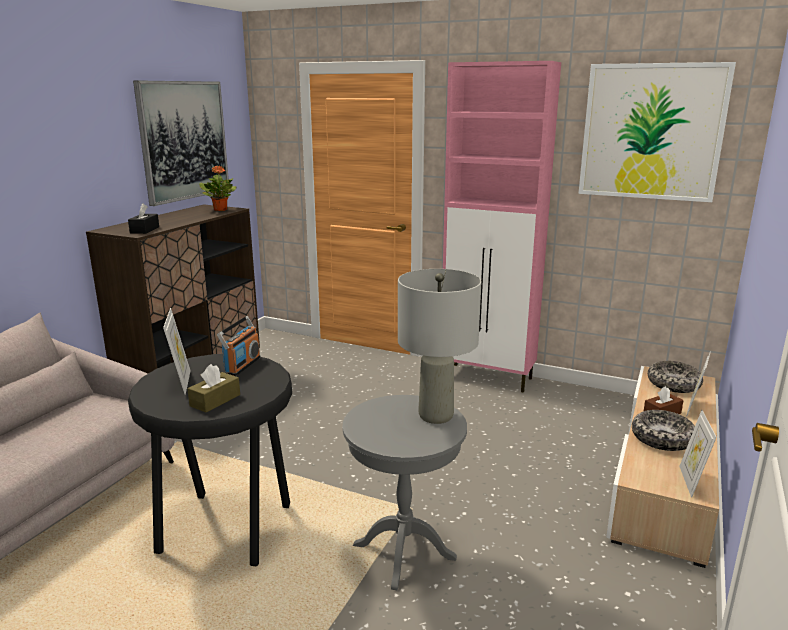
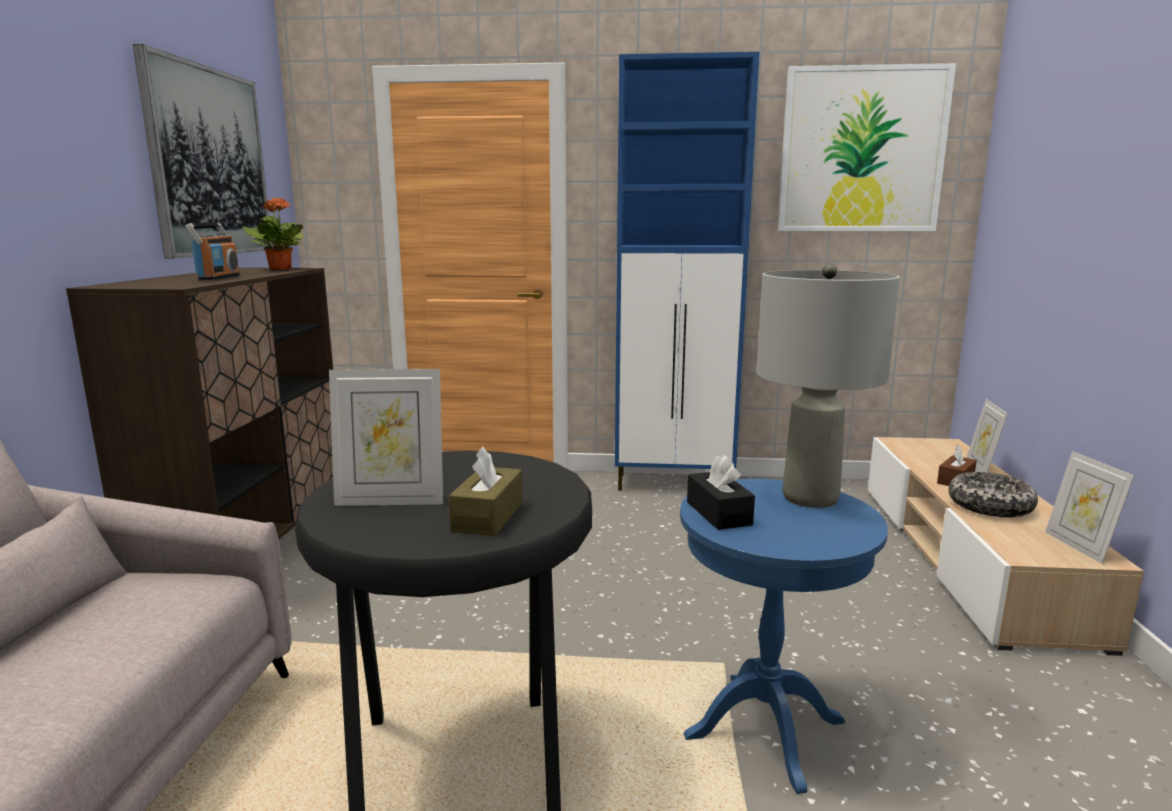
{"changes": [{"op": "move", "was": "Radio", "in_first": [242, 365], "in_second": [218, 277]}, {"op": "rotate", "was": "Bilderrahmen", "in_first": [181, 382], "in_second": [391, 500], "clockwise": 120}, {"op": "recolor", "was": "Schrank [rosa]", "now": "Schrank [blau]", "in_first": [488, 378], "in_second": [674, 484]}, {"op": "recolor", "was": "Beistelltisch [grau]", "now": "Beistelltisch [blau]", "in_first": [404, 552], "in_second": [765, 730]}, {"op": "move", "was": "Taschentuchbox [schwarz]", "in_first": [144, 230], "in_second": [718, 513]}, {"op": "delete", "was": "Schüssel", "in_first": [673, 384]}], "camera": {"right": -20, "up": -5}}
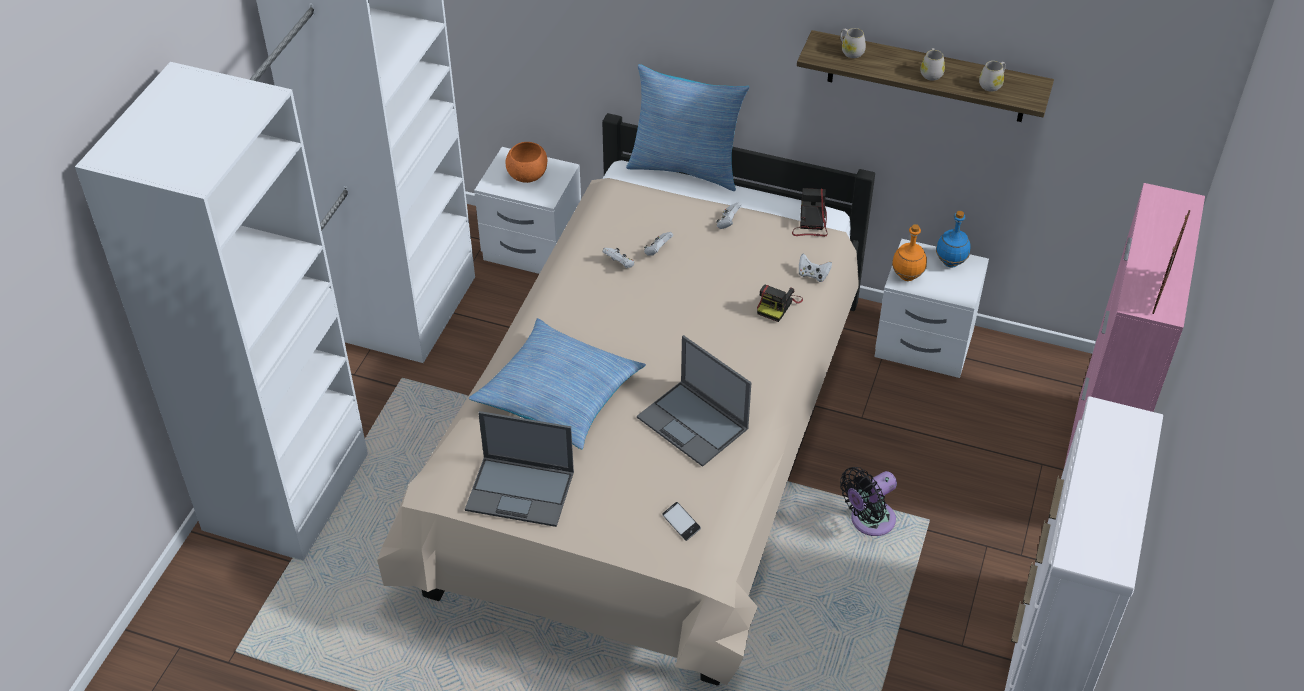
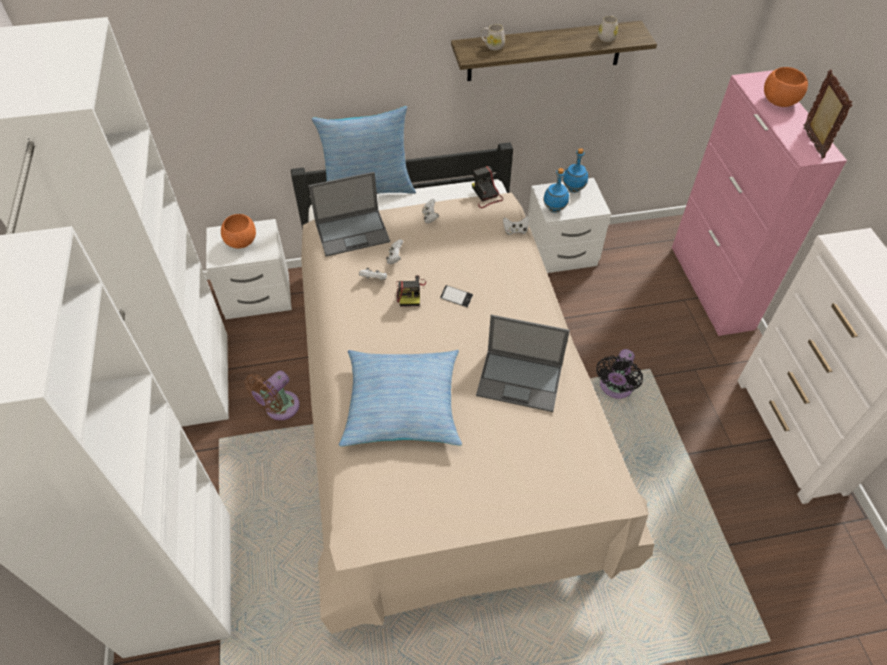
{"changes": [{"op": "insert", "now": "Ventilator [braun]", "in_second": [279, 408]}, {"op": "move", "was": "Laptop", "in_first": [521, 491], "in_second": [353, 232]}, {"op": "move", "was": "Kamera", "in_first": [778, 305], "in_second": [410, 292]}, {"op": "move", "was": "Handy", "in_first": [681, 523], "in_second": [456, 298]}, {"op": "recolor", "was": "Flasche [orange]", "now": "Flasche [blau]", "in_first": [906, 276], "in_second": [554, 209]}, {"op": "insert", "now": "Schüssel [orange]", "in_second": [779, 102]}, {"op": "delete", "was": "Henkelbecher [weiß]", "in_first": [931, 73]}], "camera": {"right": -30, "up": 5}}
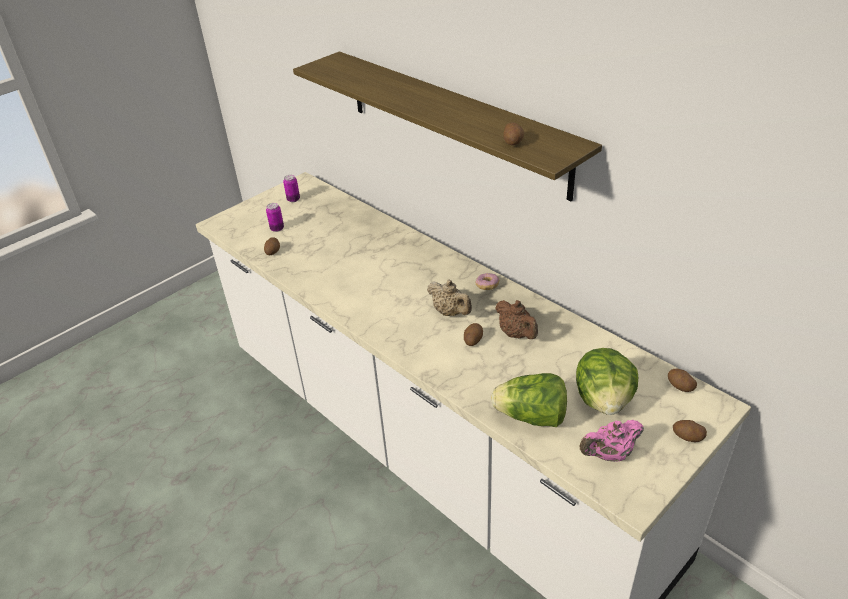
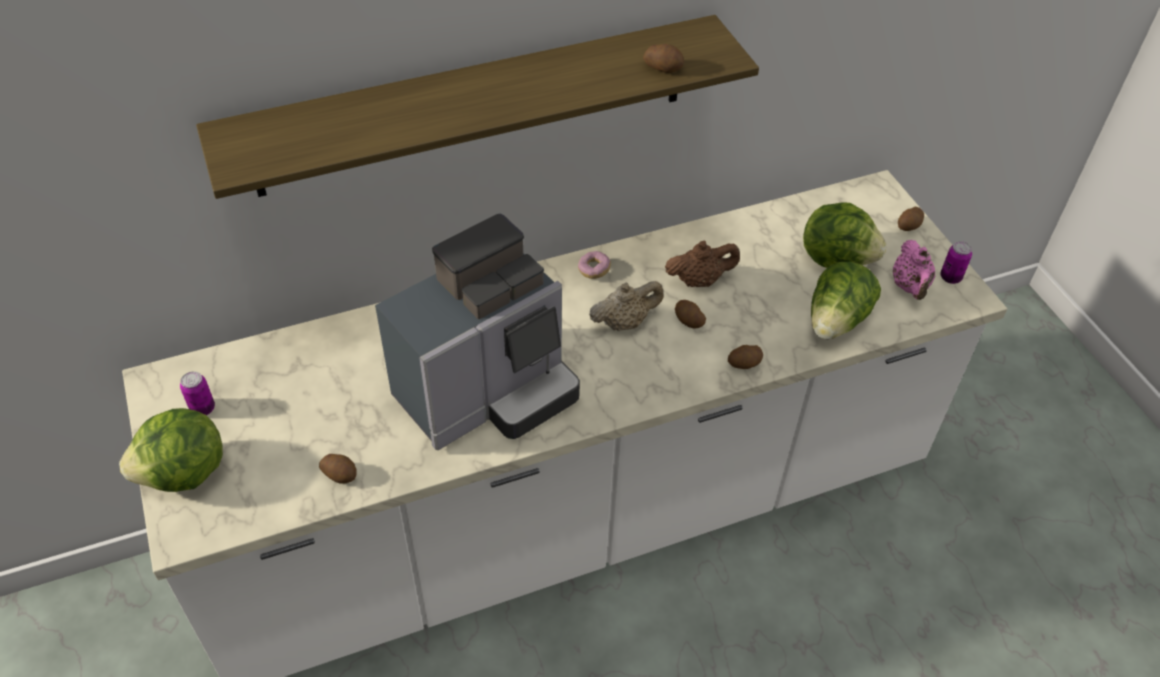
{"changes": [{"op": "insert", "now": "Salatkopf", "in_second": [185, 474]}, {"op": "insert", "now": "Kaffeemaschine", "in_second": [488, 392]}, {"op": "move", "was": "Kartoffel", "in_first": [679, 386], "in_second": [744, 364]}, {"op": "move", "was": "Dose", "in_first": [277, 228], "in_second": [950, 277]}], "camera": {"right": -70, "up": 10}}
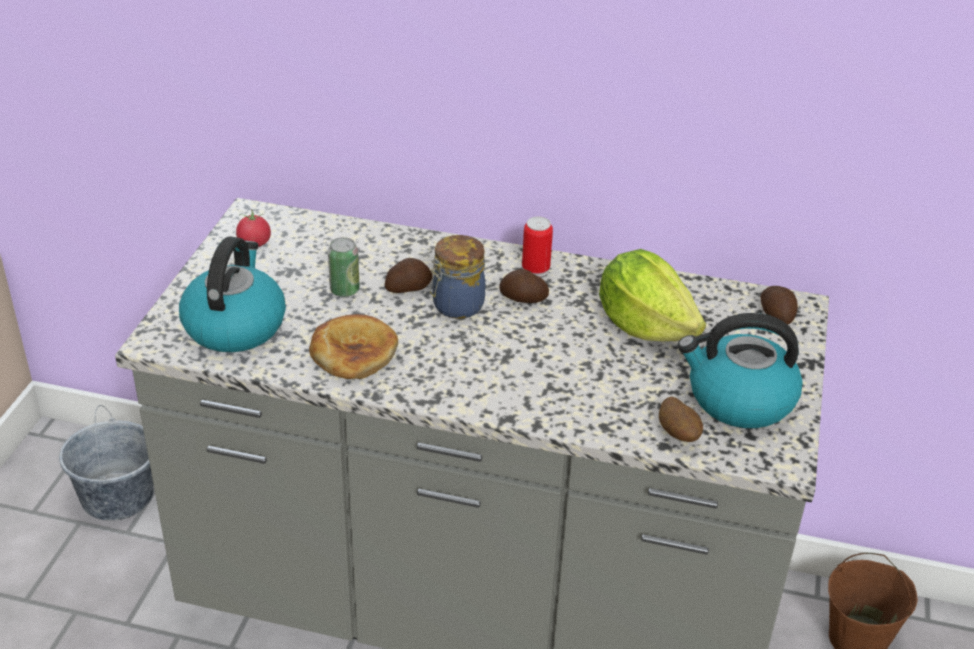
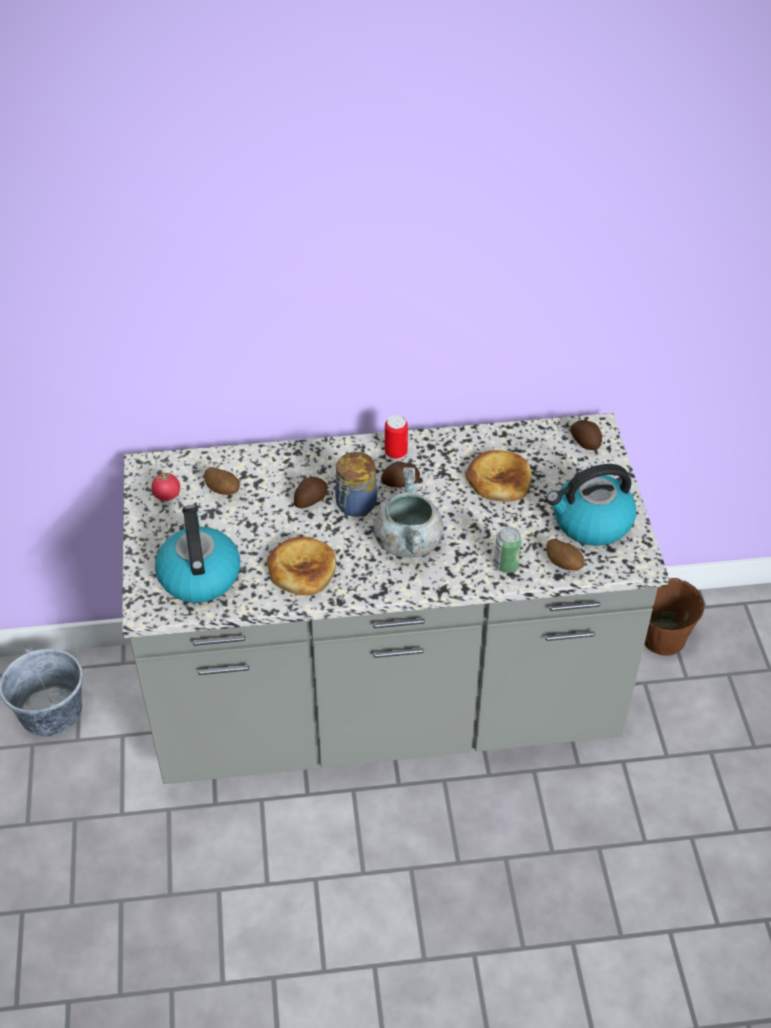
{"changes": [{"op": "insert", "now": "Kartoffel", "in_second": [223, 490]}, {"op": "insert", "now": "Kochtopf [grau]", "in_second": [408, 541]}, {"op": "replace", "was": "Salatkopf", "now": "Brot", "in_first": [645, 326], "in_second": [499, 479]}, {"op": "move", "was": "Dose", "in_first": [344, 290], "in_second": [506, 565]}], "camera": {"right": -20, "up": 10}}
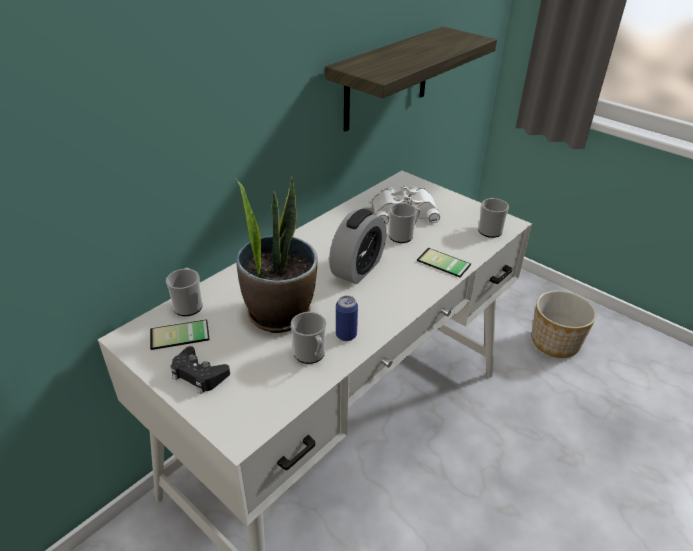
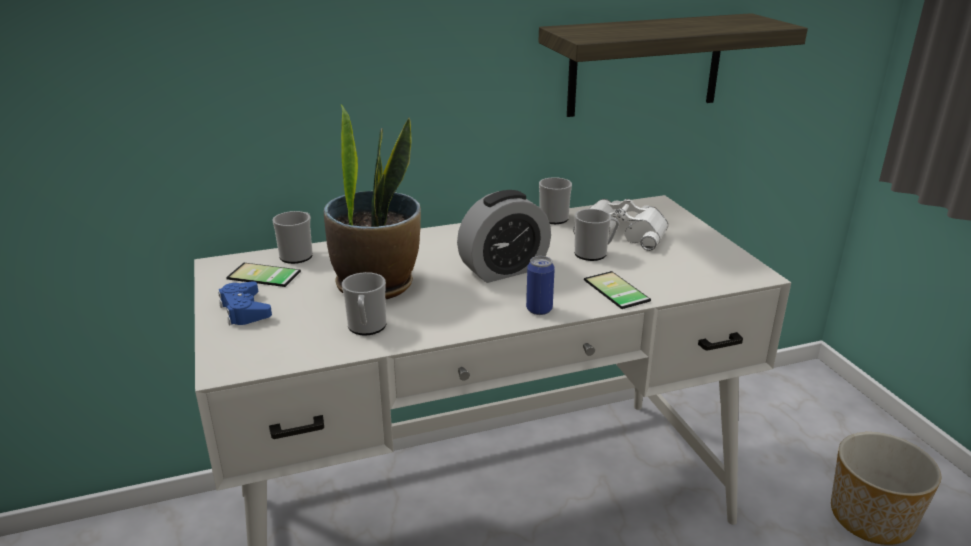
{"changes": [{"op": "recolor", "was": "Gamepad [schwarz]", "now": "Gamepad [blau]", "in_first": [199, 374], "in_second": [245, 310]}, {"op": "move", "was": "Dose", "in_first": [346, 335], "in_second": [539, 309]}, {"op": "move", "was": "Henkelbecher", "in_first": [489, 229], "in_second": [555, 217]}], "camera": {"right": 30, "up": -10}}
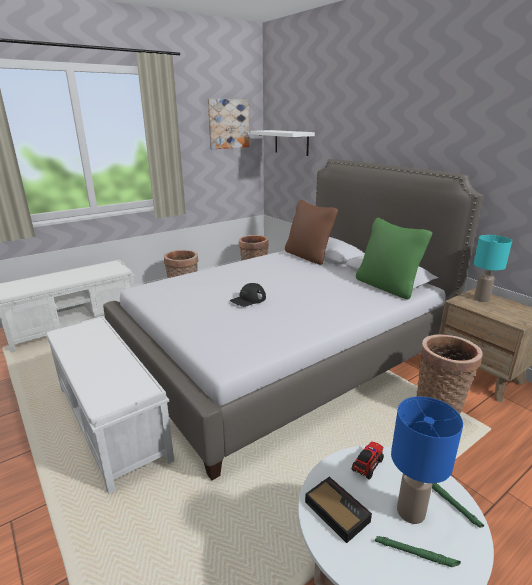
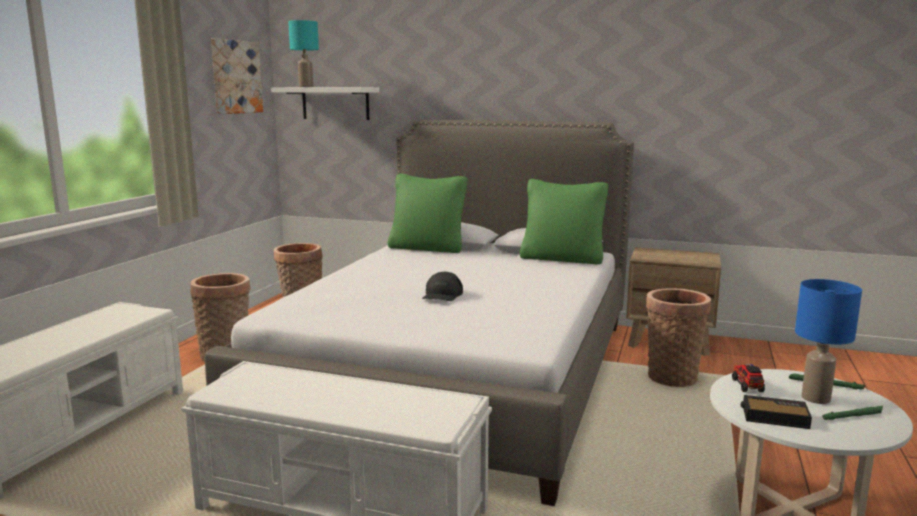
{"changes": [{"op": "move", "was": "Tischlampe [türkis]", "in_first": [482, 299], "in_second": [306, 87]}, {"op": "recolor", "was": "Kissen [braun]", "now": "Kissen [grün]", "in_first": [308, 256], "in_second": [427, 248]}], "camera": {"right": -35, "up": -10}}
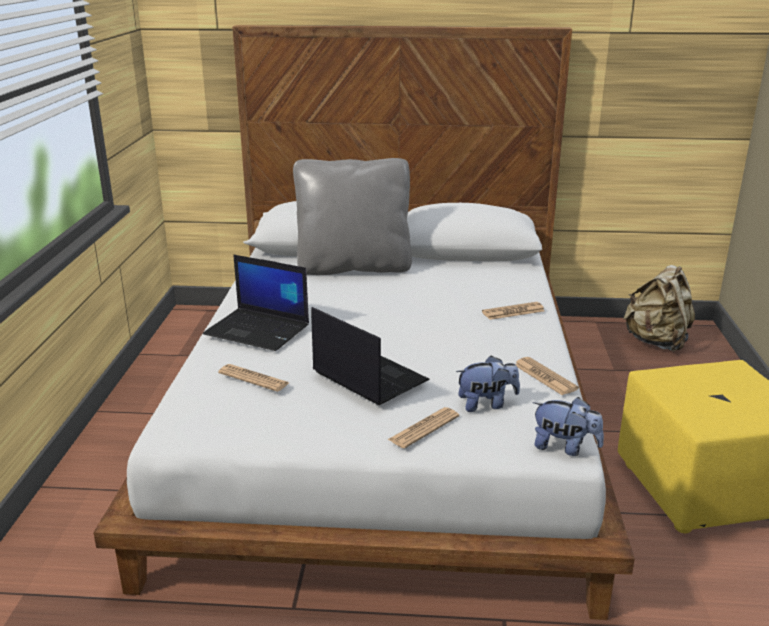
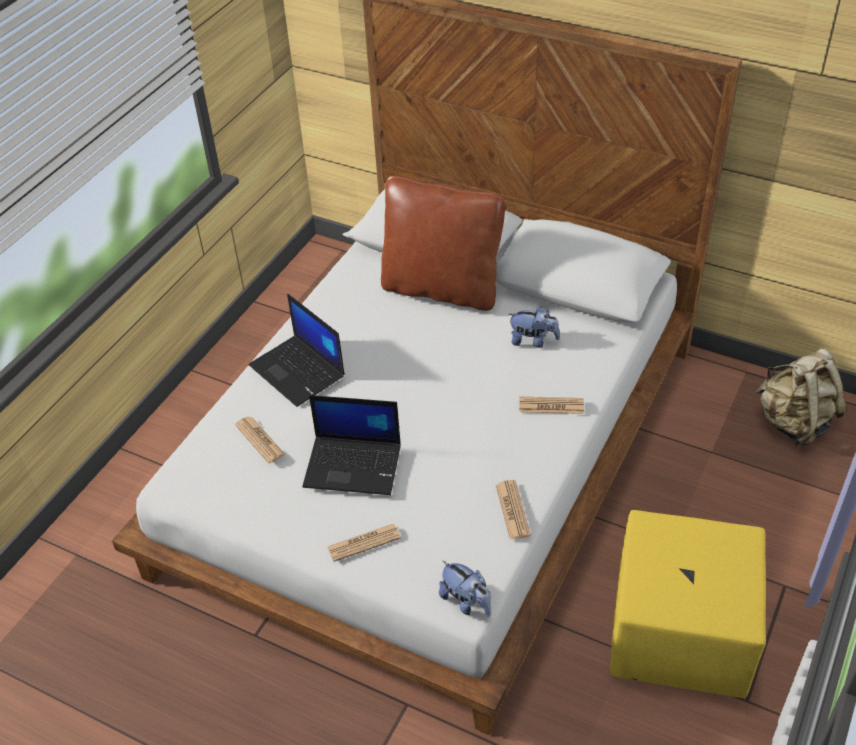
{"changes": [{"op": "rotate", "was": "Laptop", "in_first": [368, 377], "in_second": [354, 465], "clockwise": 120}, {"op": "recolor", "was": "Kissen [grau]", "now": "Kissen [braun]", "in_first": [353, 267], "in_second": [442, 288]}, {"op": "move", "was": "Plüschtier", "in_first": [486, 404], "in_second": [533, 341]}], "camera": {"right": 25, "up": 20}}
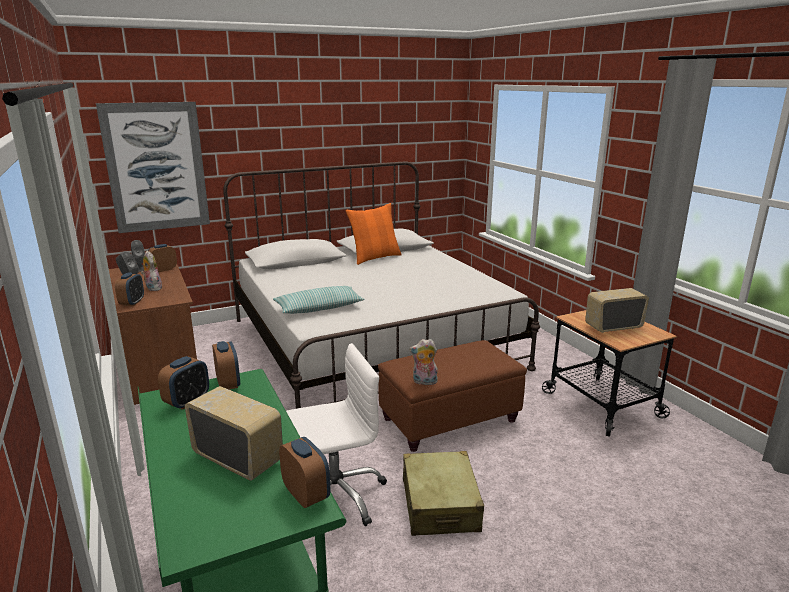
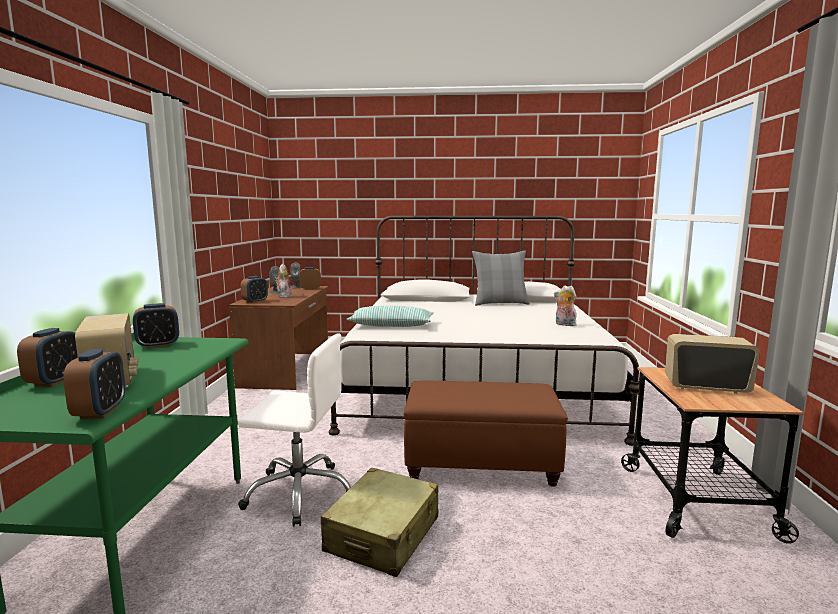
{"changes": [{"op": "move", "was": "Wecker", "in_first": [228, 383], "in_second": [54, 381]}, {"op": "recolor", "was": "Kissen [orange]", "now": "Kissen [grau]", "in_first": [375, 258], "in_second": [500, 303]}, {"op": "move", "was": "Plüschtier", "in_first": [424, 382], "in_second": [564, 324]}, {"op": "delete", "was": "Bild", "in_first": [156, 167]}], "camera": {"right": 30, "up": -10}}
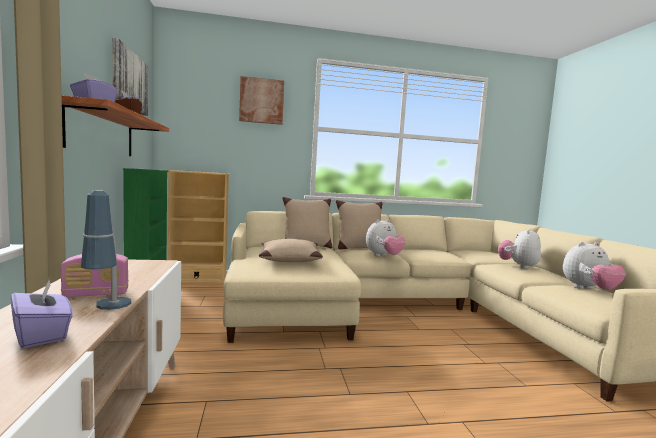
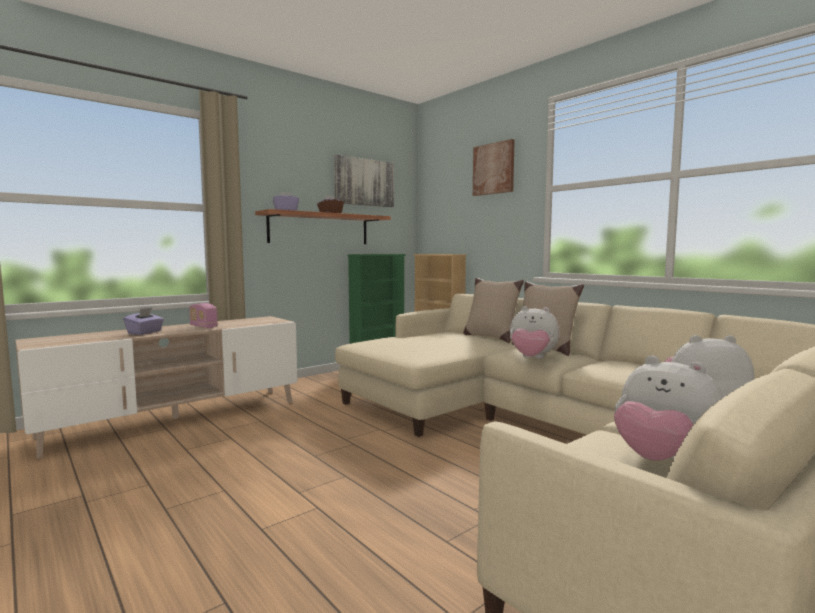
{"changes": [{"op": "delete", "was": "Tischlampe", "in_first": [107, 312]}, {"op": "delete", "was": "Kissen [beige]", "in_first": [289, 259]}], "camera": {"right": 60, "up": 0}}
